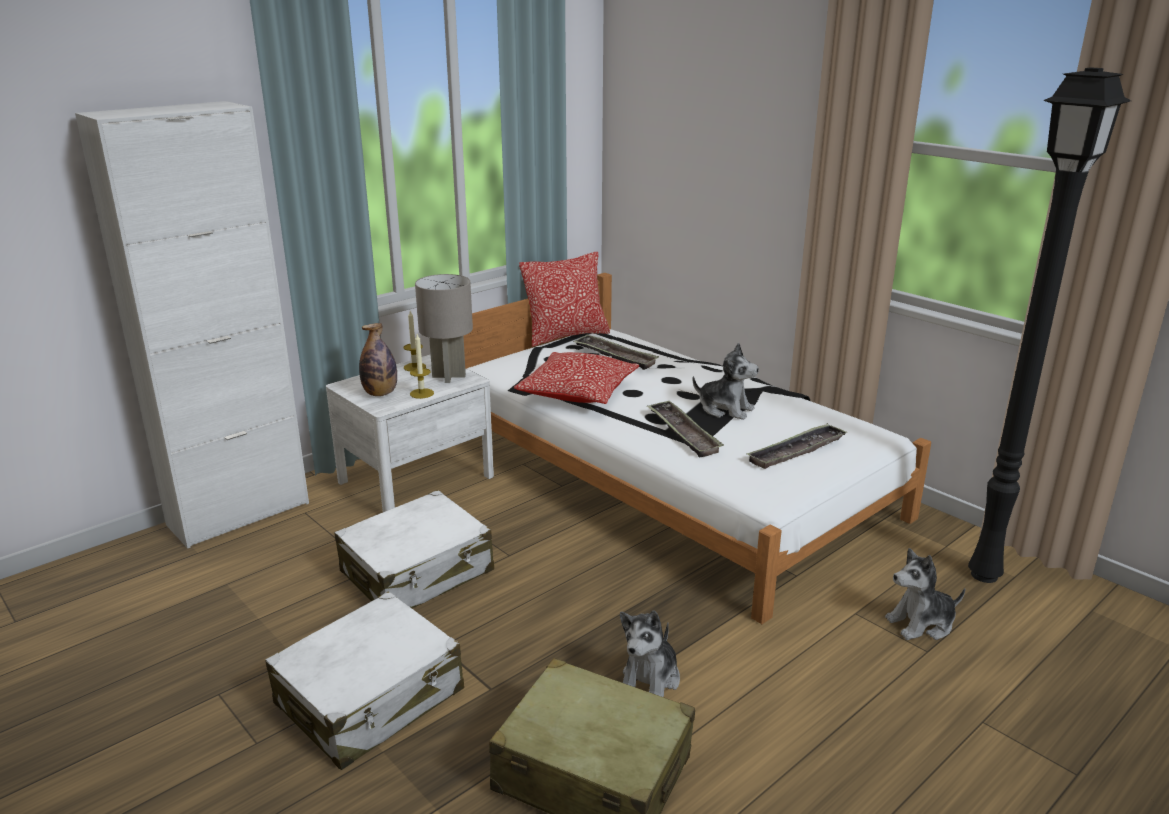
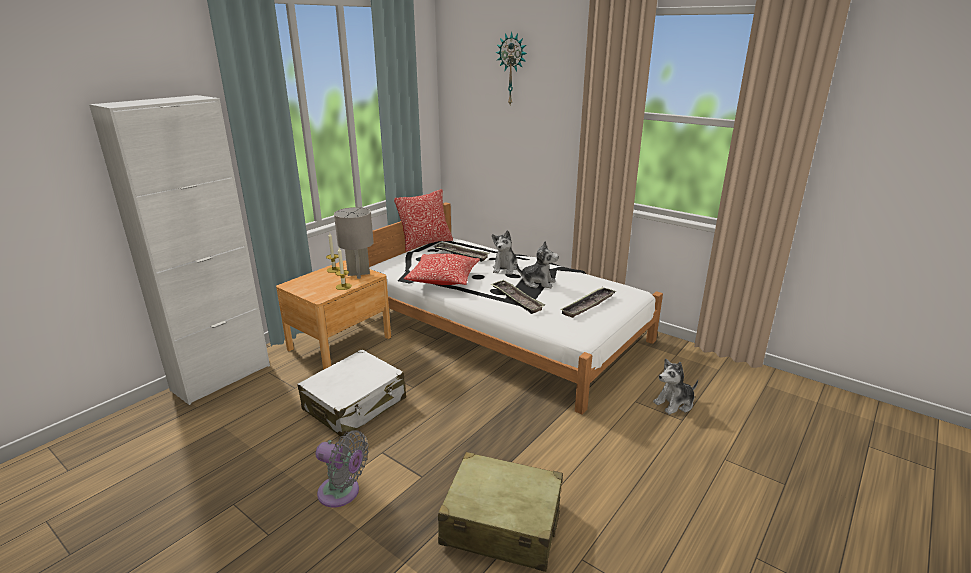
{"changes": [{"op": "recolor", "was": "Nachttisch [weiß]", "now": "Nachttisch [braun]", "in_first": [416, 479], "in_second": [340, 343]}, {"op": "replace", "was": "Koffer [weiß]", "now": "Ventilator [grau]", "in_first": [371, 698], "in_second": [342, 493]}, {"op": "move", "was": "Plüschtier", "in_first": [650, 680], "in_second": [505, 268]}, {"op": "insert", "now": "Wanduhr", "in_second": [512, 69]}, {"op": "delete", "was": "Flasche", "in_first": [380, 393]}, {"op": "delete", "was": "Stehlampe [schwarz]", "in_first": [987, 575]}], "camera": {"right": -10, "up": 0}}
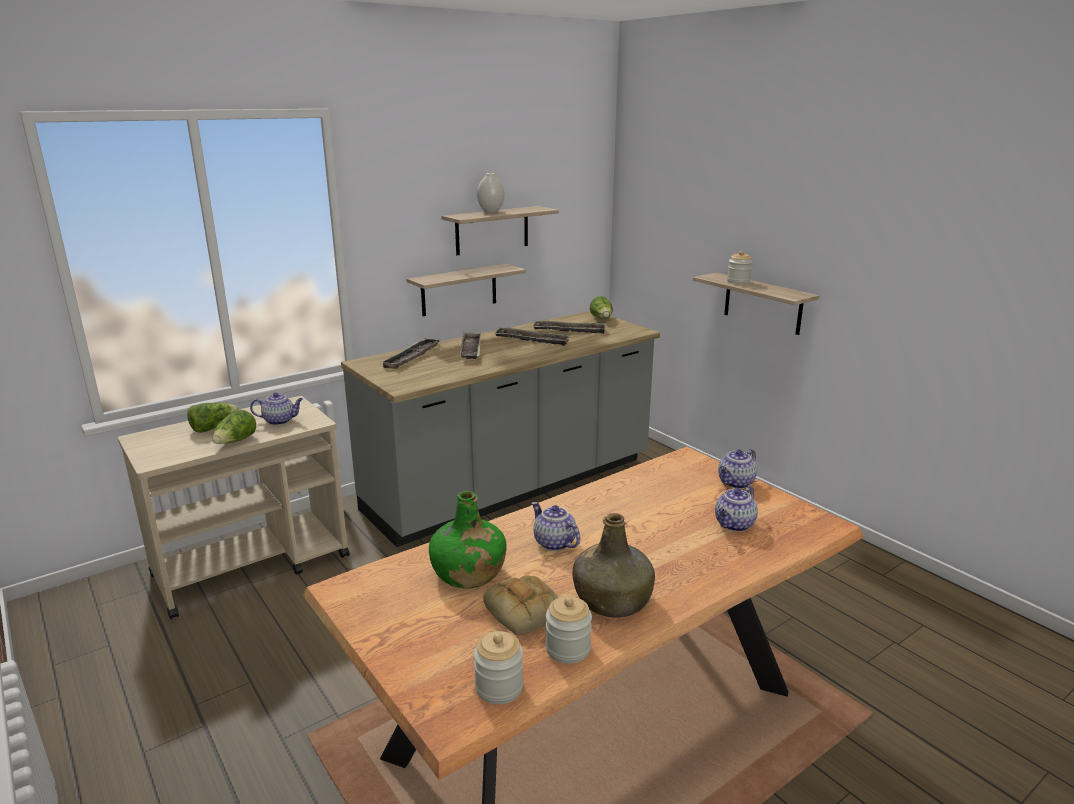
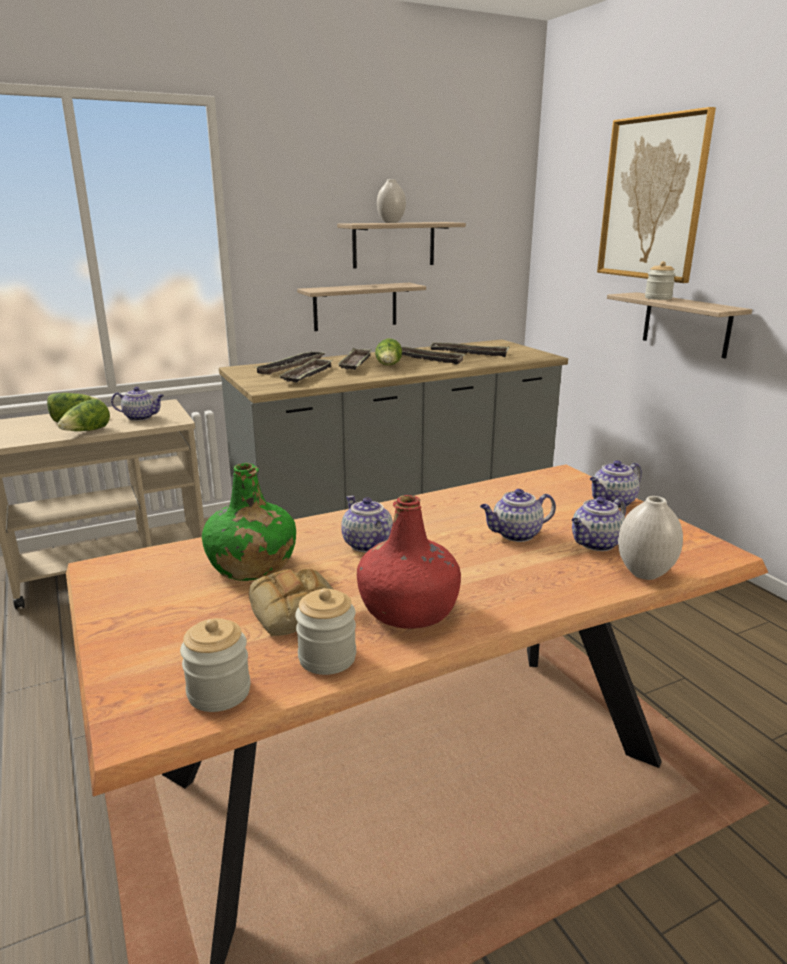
{"changes": [{"op": "insert", "now": "Tablett", "in_second": [307, 375]}, {"op": "recolor", "was": "Flasche [grün]", "now": "Flasche [rot]", "in_first": [612, 600], "in_second": [409, 609]}, {"op": "move", "was": "Salatkopf", "in_first": [602, 319], "in_second": [389, 366]}, {"op": "insert", "now": "Teekanne", "in_second": [515, 535]}, {"op": "insert", "now": "Bild", "in_second": [652, 199]}, {"op": "insert", "now": "Vase [weiß]", "in_second": [644, 574]}], "camera": {"right": 10, "up": 0}}
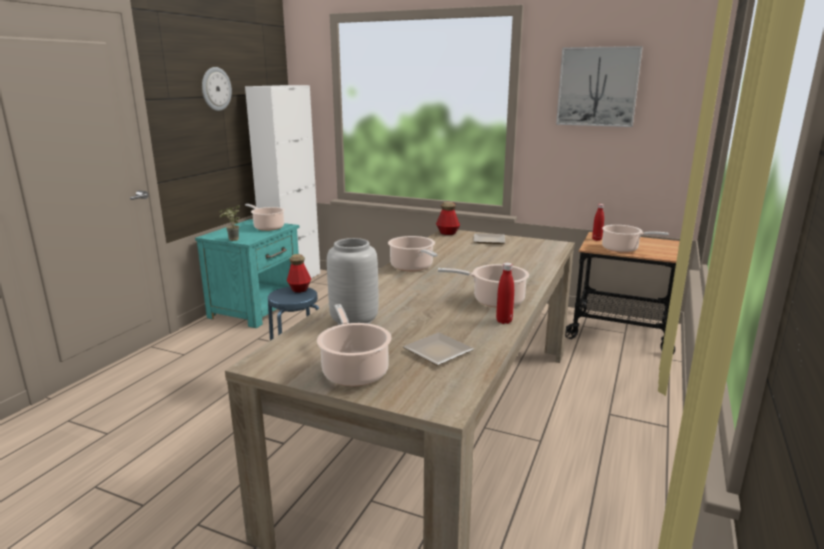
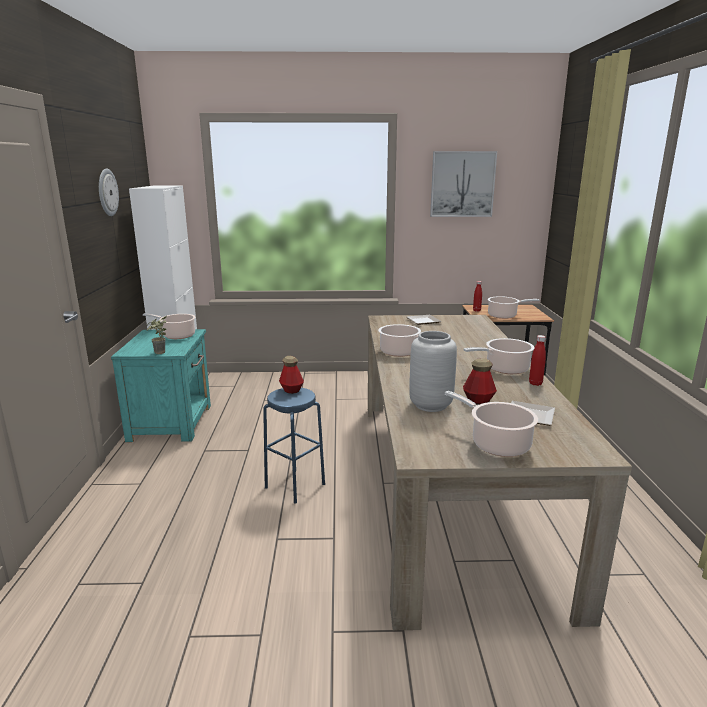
{"changes": [{"op": "move", "was": "Flasche", "in_first": [447, 233], "in_second": [478, 400]}], "camera": {"right": -25, "up": 0}}
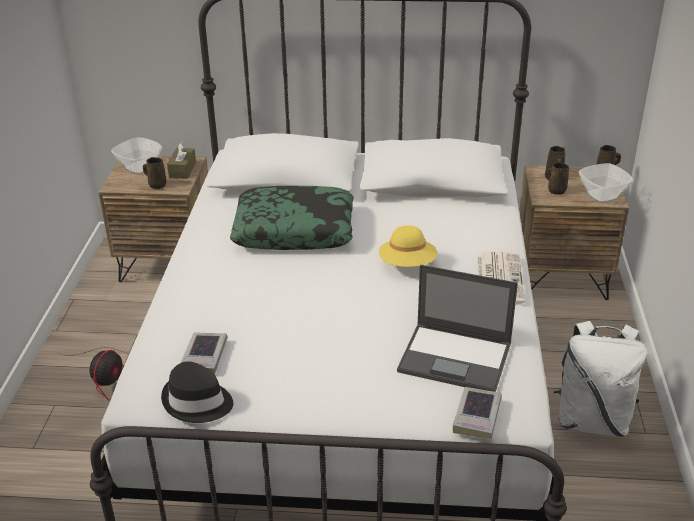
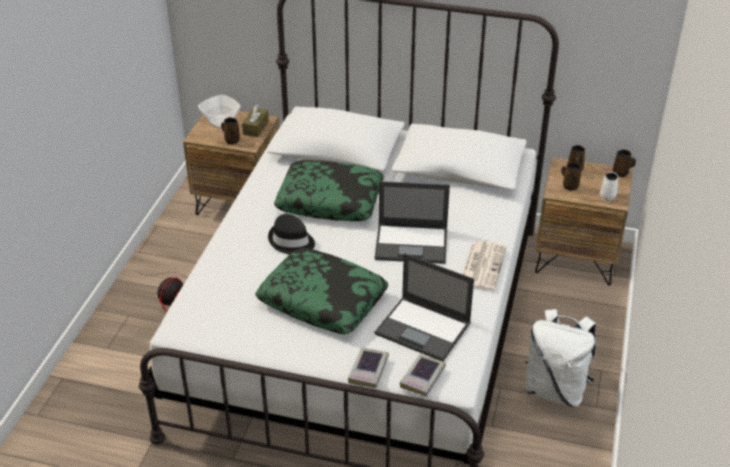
{"changes": [{"op": "insert", "now": "Kissen", "in_second": [323, 300]}, {"op": "move", "was": "Hut [schwarz]", "in_first": [197, 402], "in_second": [291, 241]}, {"op": "move", "was": "Buch", "in_first": [204, 357], "in_second": [368, 370]}, {"op": "replace", "was": "Hut [gelb]", "now": "Laptop", "in_first": [407, 264], "in_second": [412, 243]}, {"op": "replace", "was": "Schüssel", "now": "Henkelbecher [weiß]", "in_first": [601, 195], "in_second": [608, 196]}], "camera": {"right": 10, "up": 5}}
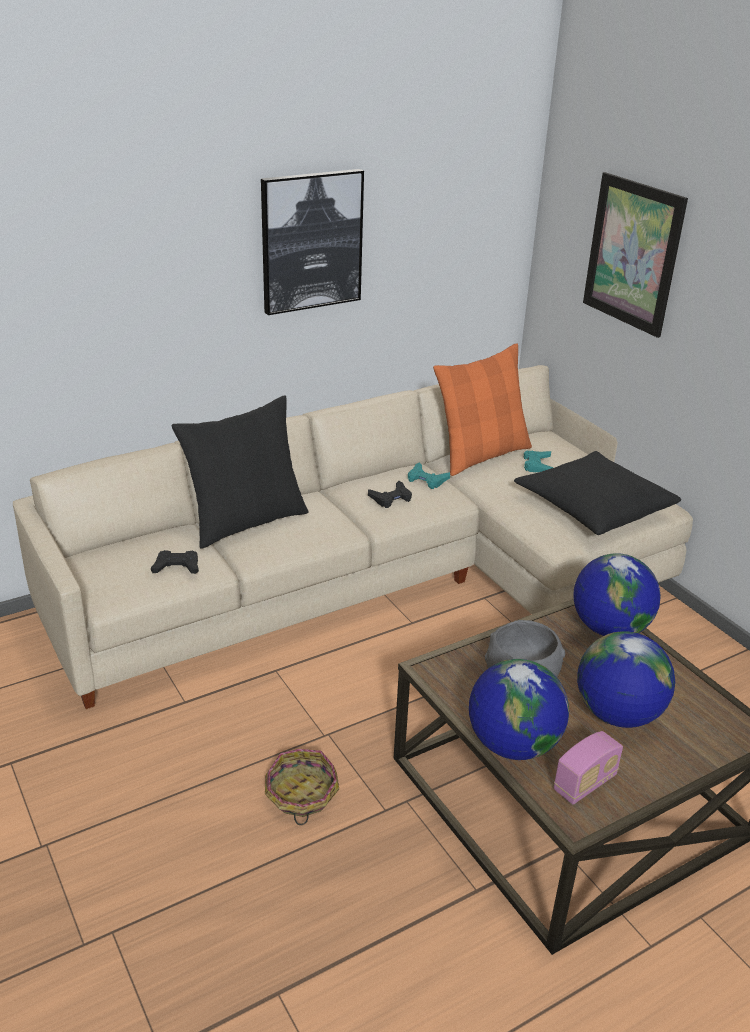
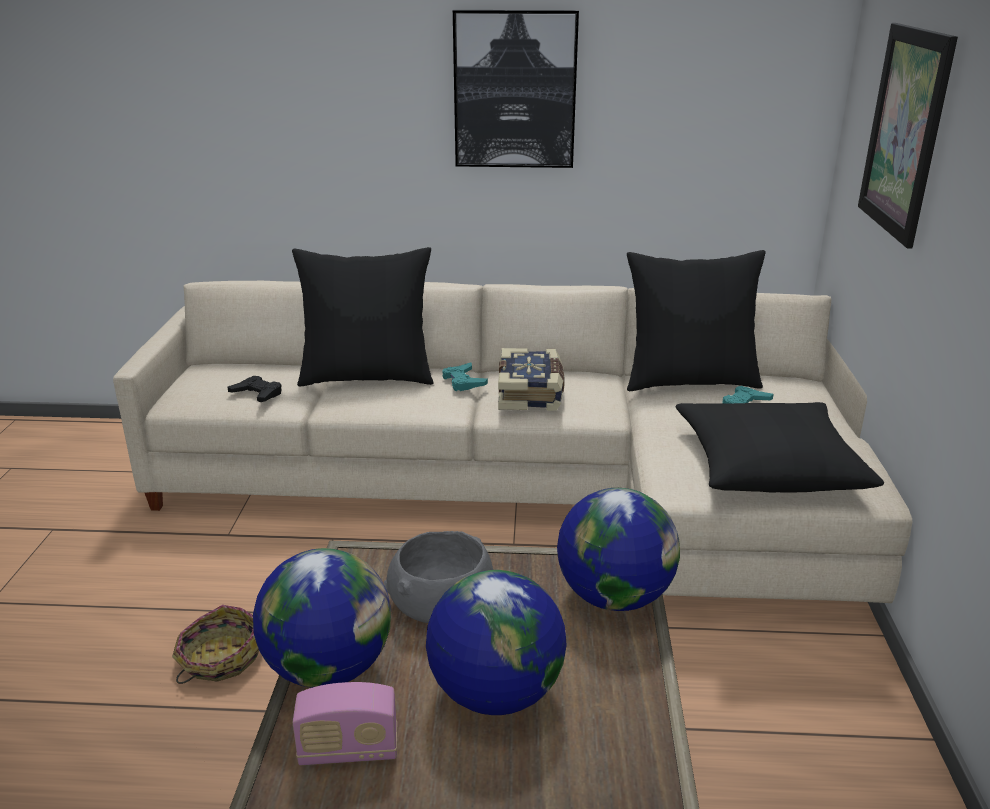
{"changes": [{"op": "move", "was": "Gamepad [türkis]", "in_first": [426, 479], "in_second": [463, 381]}, {"op": "replace", "was": "Gamepad [schwarz]", "now": "Buch", "in_first": [391, 498], "in_second": [531, 393]}, {"op": "recolor", "was": "Kissen [orange]", "now": "Kissen [schwarz]", "in_first": [481, 455], "in_second": [690, 381]}], "camera": {"right": 35, "up": -5}}
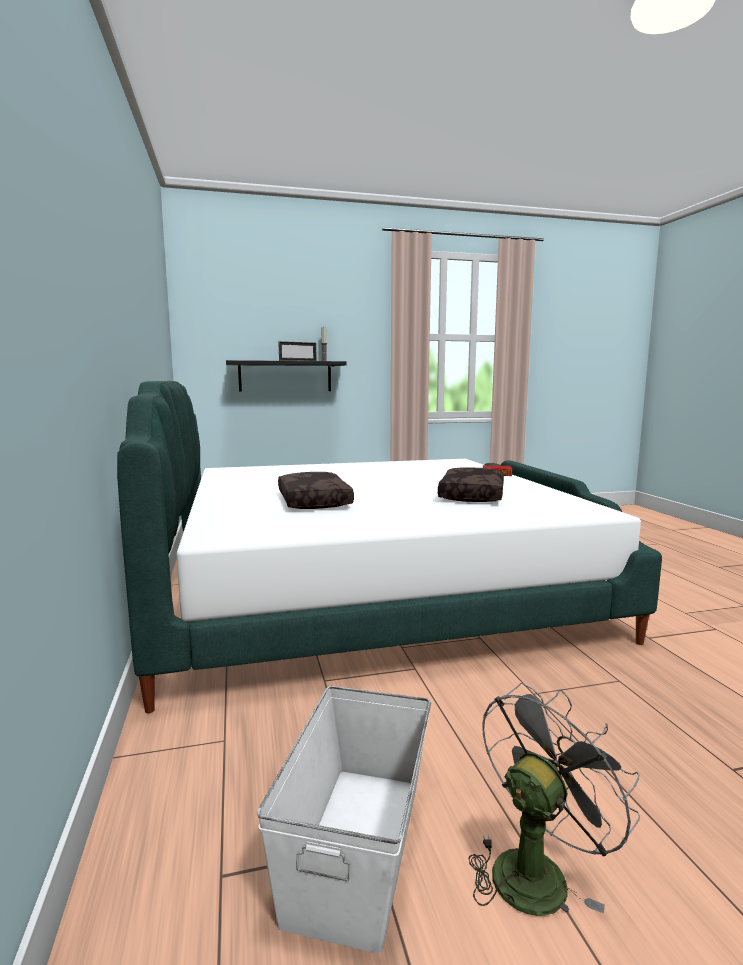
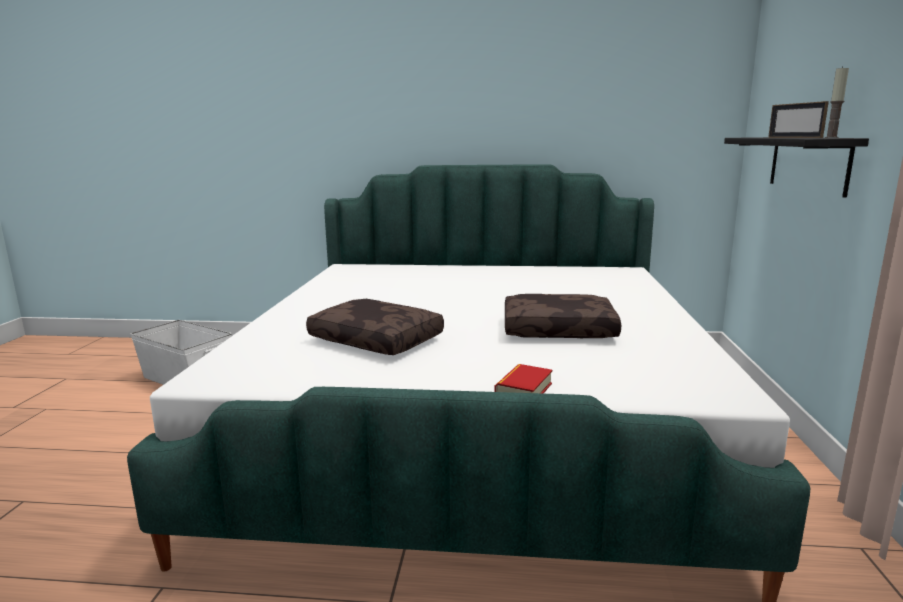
{"changes": [{"op": "move", "was": "Kissen [braun]", "in_first": [312, 501], "in_second": [559, 329]}, {"op": "delete", "was": "Ventilator [grau]", "in_first": [536, 869]}], "camera": {"right": 110, "up": 5}}
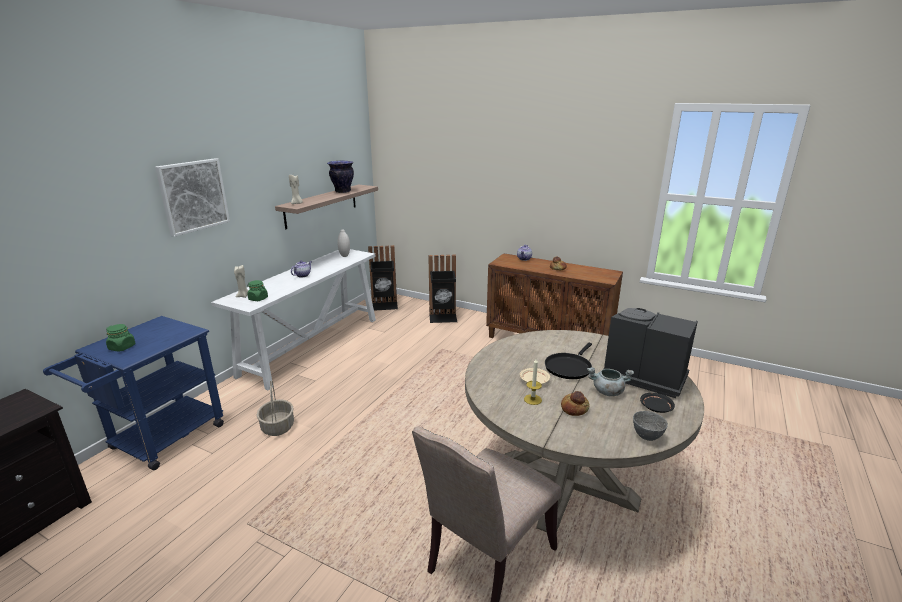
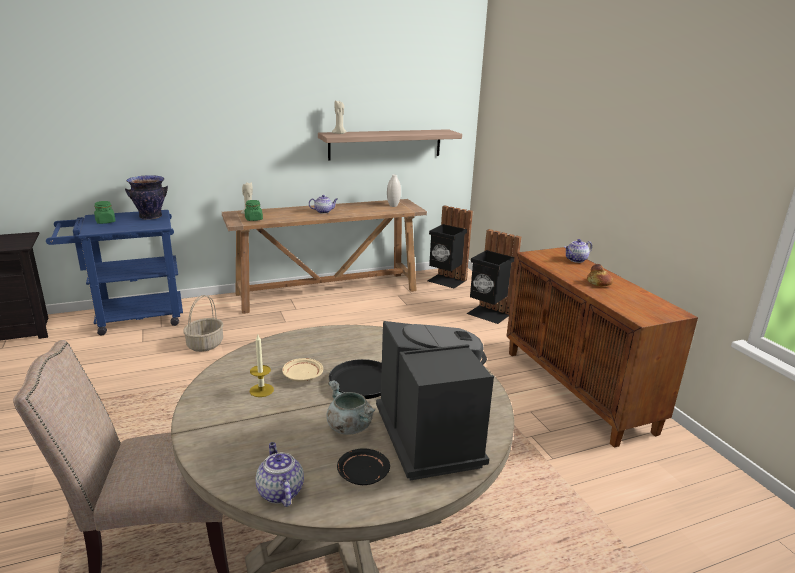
{"changes": [{"op": "move", "was": "Vase", "in_first": [342, 191], "in_second": [150, 217]}, {"op": "recolor", "was": "Konsolentisch [weiß]", "now": "Konsolentisch [braun]", "in_first": [313, 345], "in_second": [328, 292]}, {"op": "replace", "was": "Schüssel [grau]", "now": "Teekanne", "in_first": [646, 436], "in_second": [279, 492]}, {"op": "delete", "was": "Bild", "in_first": [193, 196]}, {"op": "delete", "was": "Brot", "in_first": [574, 408]}], "camera": {"right": 40, "up": 0}}
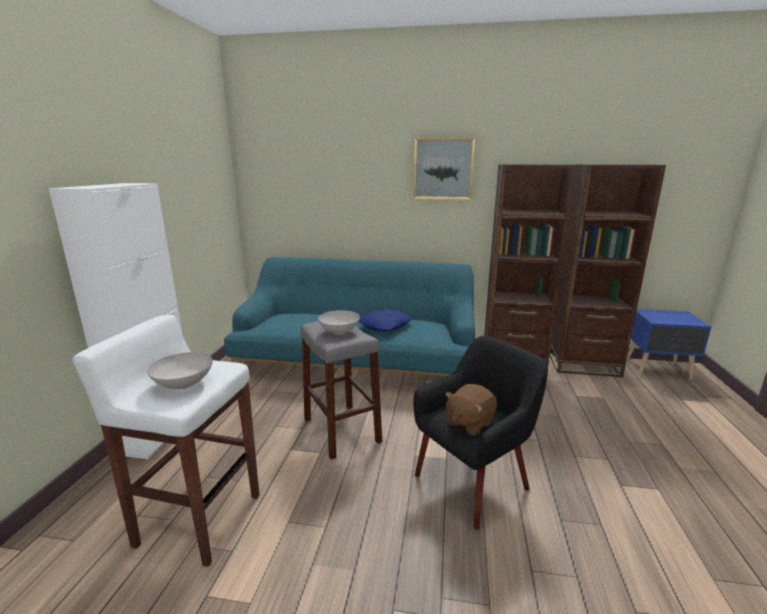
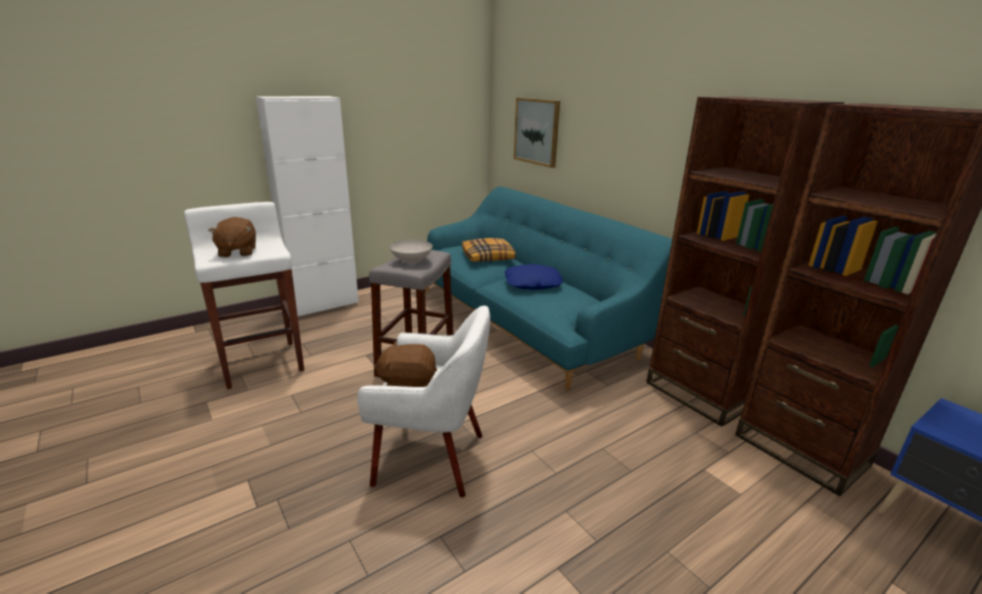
{"changes": [{"op": "replace", "was": "Schüssel [weiß]", "now": "Plüschtier [braun]", "in_first": [184, 384], "in_second": [237, 252]}, {"op": "recolor", "was": "Sessel [schwarz]", "now": "Sessel [weiß]", "in_first": [473, 482], "in_second": [431, 458]}, {"op": "insert", "now": "Kissen", "in_second": [488, 257]}, {"op": "move", "was": "Bild", "in_first": [443, 169], "in_second": [537, 131]}], "camera": {"right": 45, "up": 5}}
